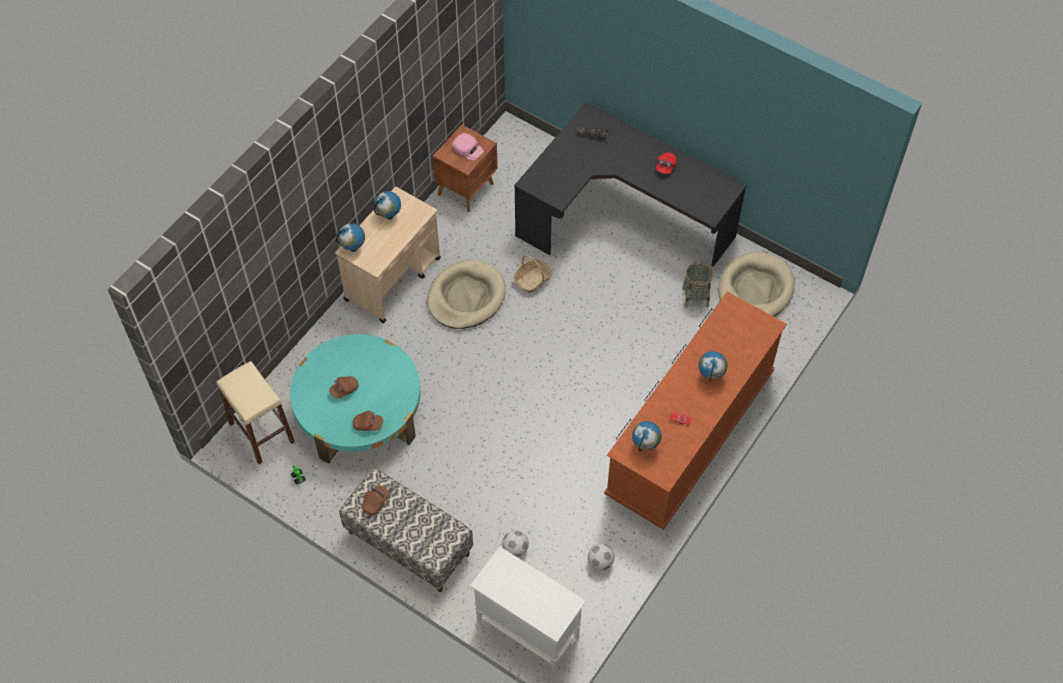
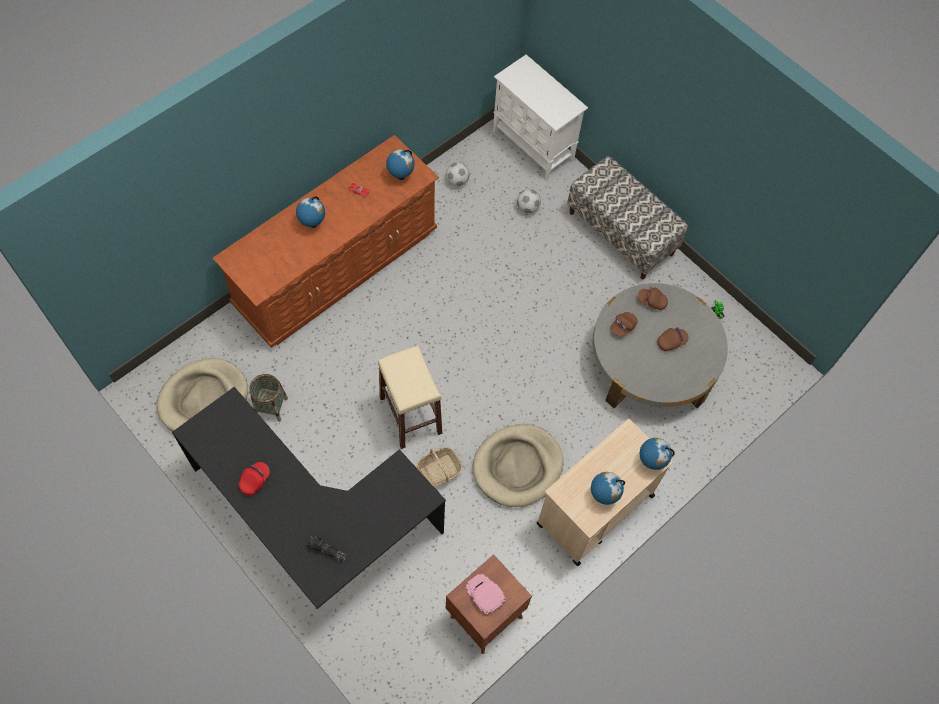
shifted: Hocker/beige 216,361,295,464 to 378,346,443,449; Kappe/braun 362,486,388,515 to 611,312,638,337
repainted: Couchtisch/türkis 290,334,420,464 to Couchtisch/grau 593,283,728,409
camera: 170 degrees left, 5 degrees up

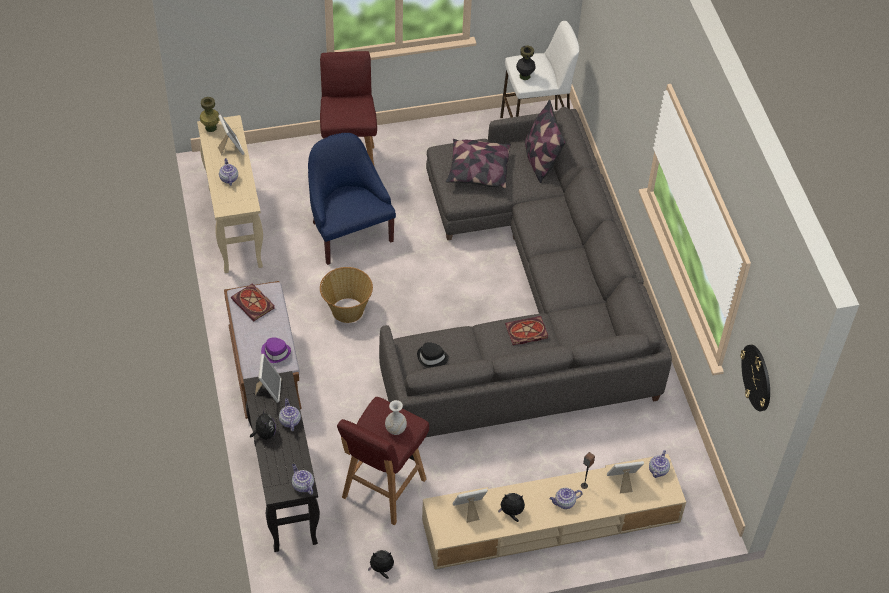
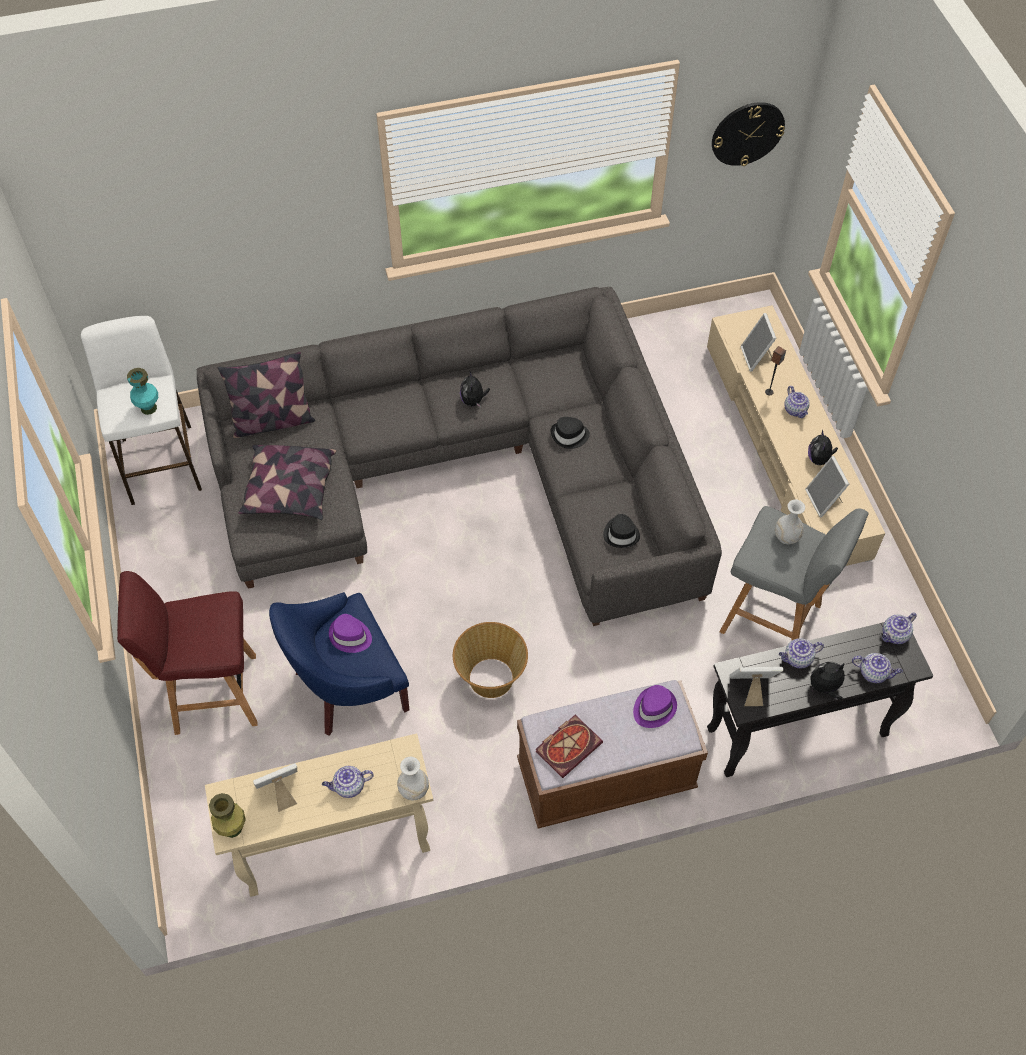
new: Hut/lila 329,614,372,653; Vase/weiß 397,757,429,801
shifted: Plüschtier 368,550,394,579 to 460,370,490,408; Teekanne 649,450,670,478 to 852,653,903,683
swapped: Buch 505,316,548,345 to Hut/schwarz 551,417,590,449
repainted: Hocker/rot 337,397,429,525 to Hocker/grau 720,506,869,641; Vase/schwarz 516,46,536,80 to Vase/türkis 127,368,158,415
camera: 90 degrees left, 5 degrees up

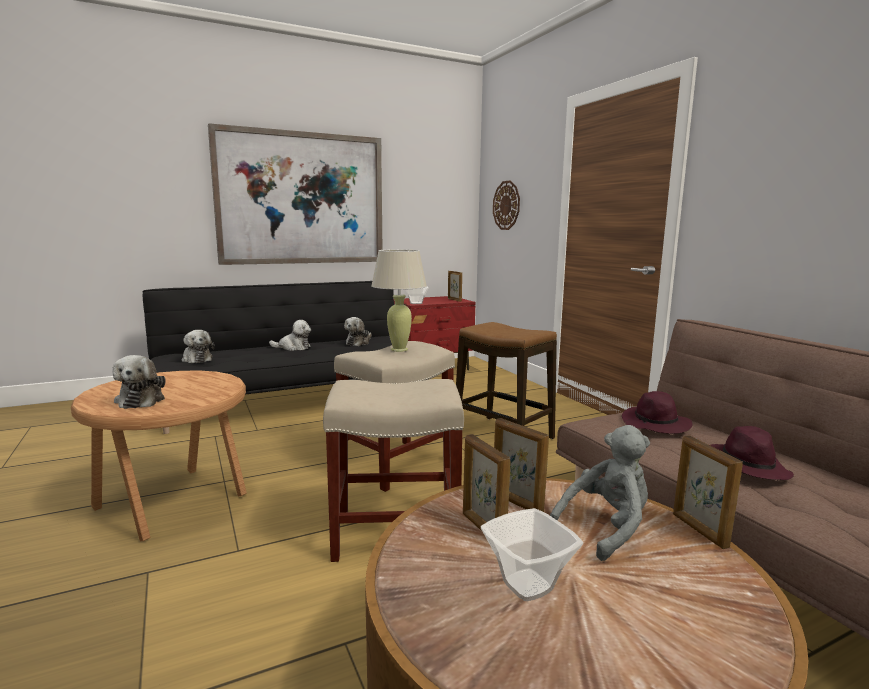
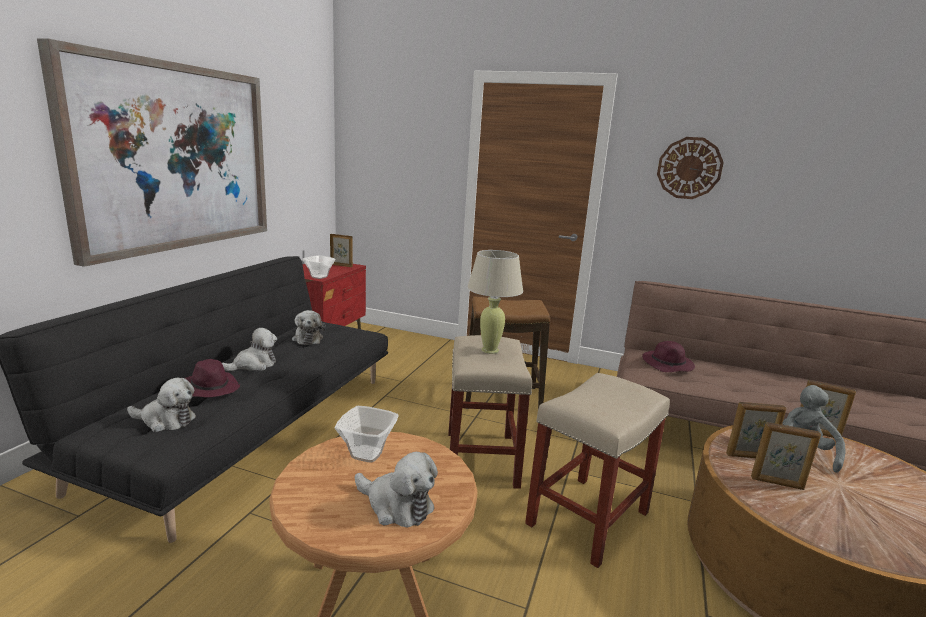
shifted: Schüssel 481,508,583,601 to 335,406,399,463; Wanduhr 493,180,520,230 to 657,137,724,199; Hut/lila 710,426,794,480 to 185,359,240,397
camera: 45 degrees left, 5 degrees up

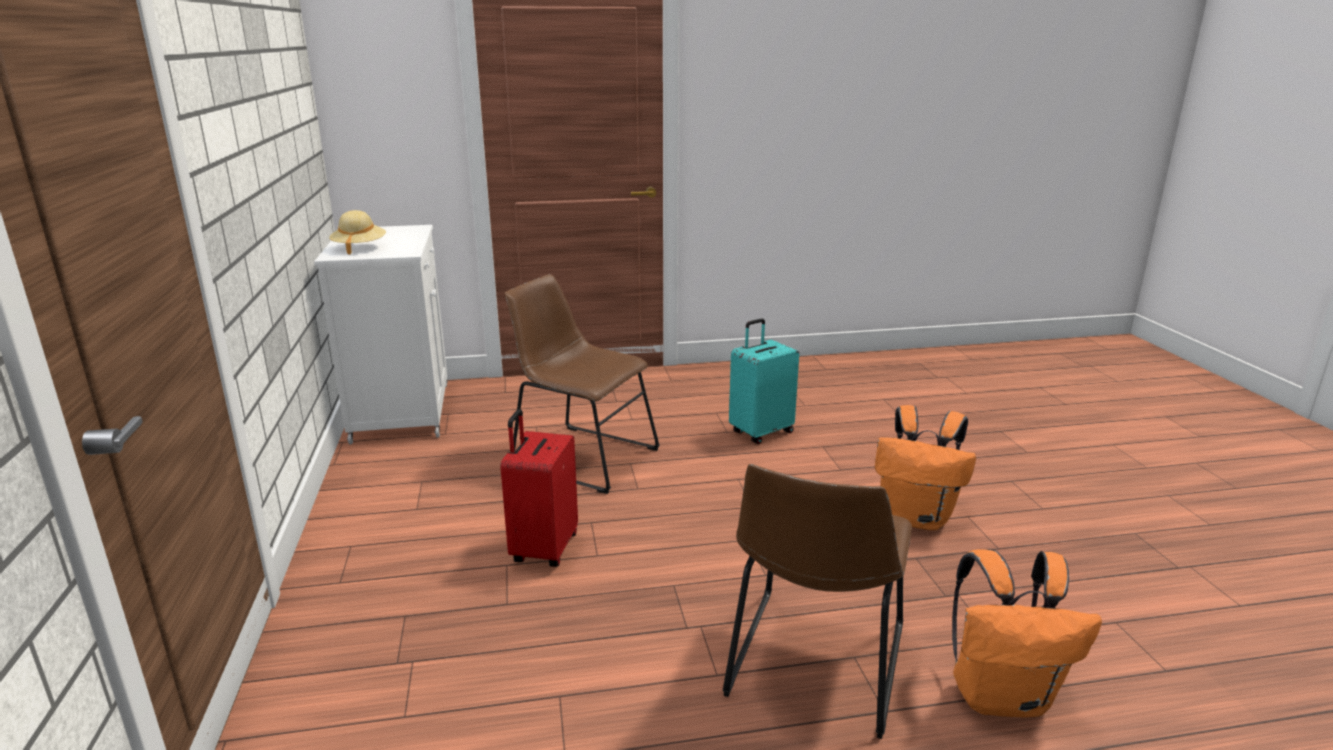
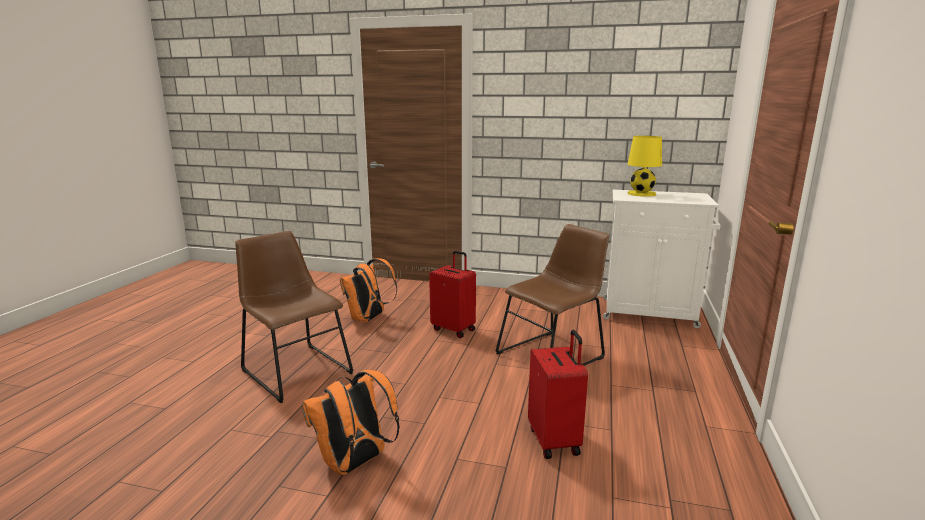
shifted: Rucksack/orange 952,549,1102,717 to 340,258,397,322
swapped: Hut/beige 329,210,386,255 to Tischlampe/gelb 627,136,662,197
repainted: Koffer/türkis 729,318,799,444 to Koffer/rot 528,330,588,459
camera: 115 degrees right, 5 degrees down

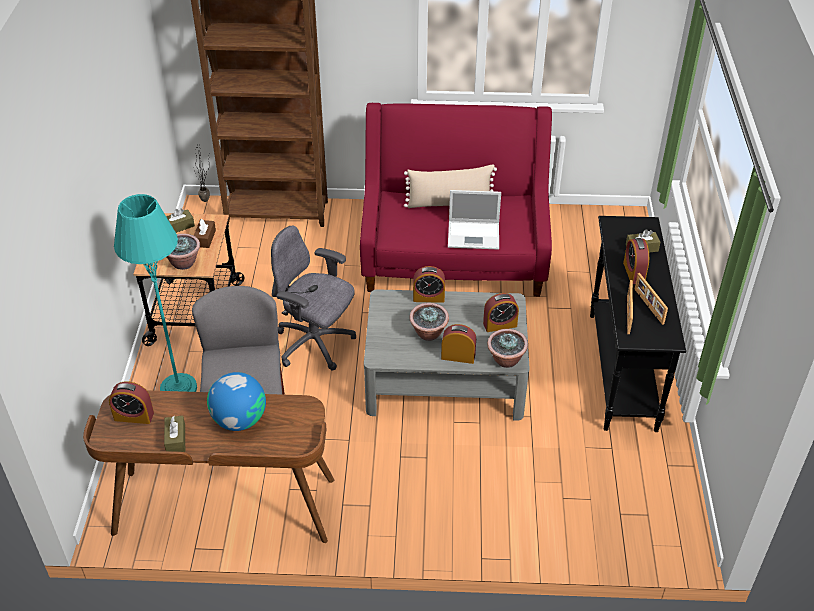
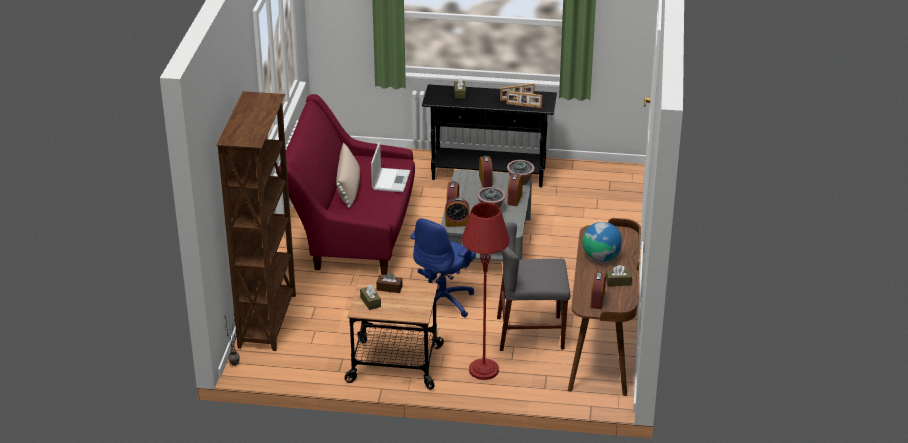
gone: Topfpflanze 166,233,200,270
shifted: Wecker 623,238,649,284 to 445,197,469,226
repainted: Stehlampe/türkis 114,194,197,392 to Stehlampe/rot 462,202,510,380; Bürostuhl/grau 271,225,356,371 to Bürostuhl/blau 410,218,476,318
camera: 85 degrees left, 10 degrees down

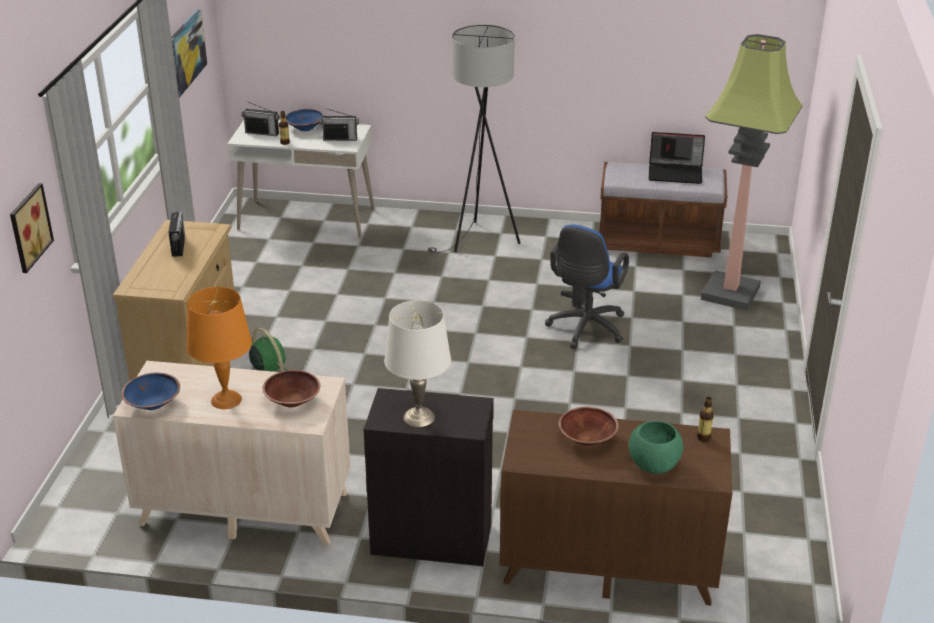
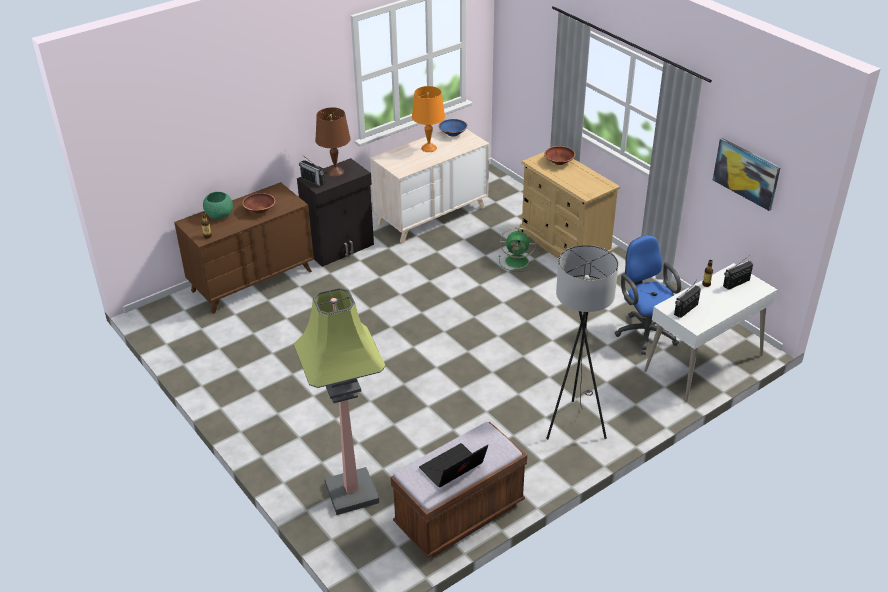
gone: Bild 10,183,54,273; Schüssel/blau 285,109,325,131
shifted: Radio 168,212,185,257 to 299,156,325,187; Schüssel/braun 262,370,320,408 to 544,146,575,165; Bürostuhl/blau 545,224,629,349 to 615,235,681,355
repainted: Tischlampe/weiß 384,300,451,427 to Tischlampe/braun 315,107,351,176
camera: 135 degrees right, 5 degrees up

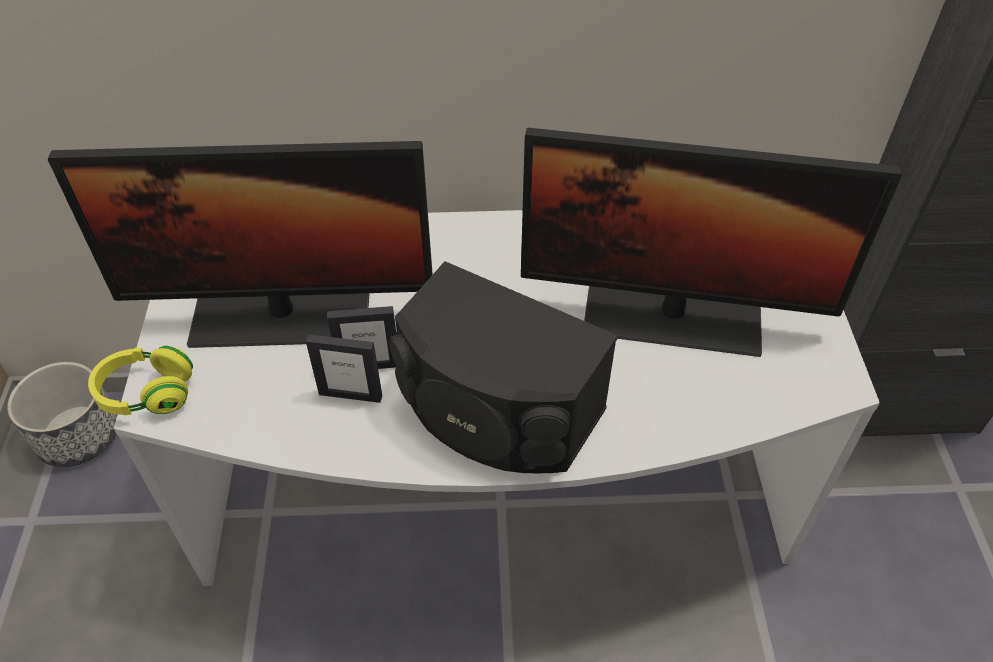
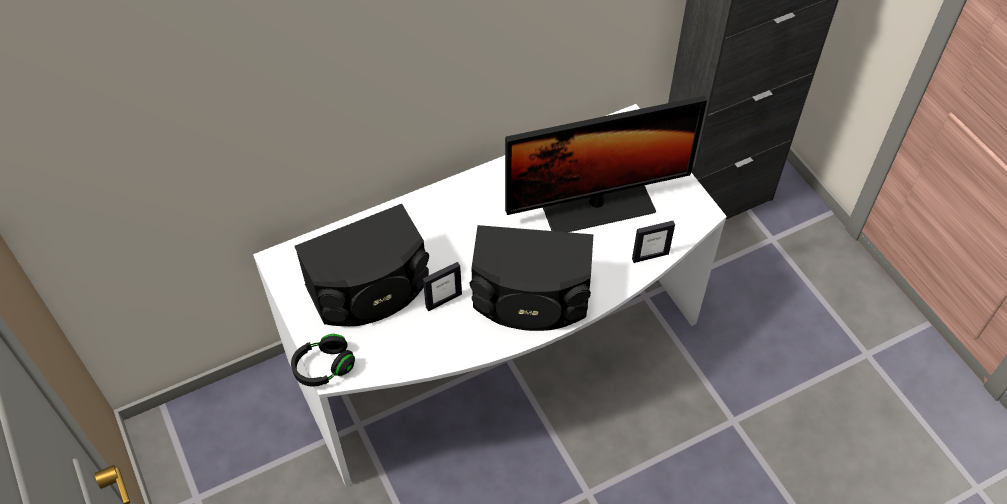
gone: Pflanzkübel 7,362,117,467
shifted: Bilderrahmen 306,334,382,403 to 632,221,675,263
swapped: Monitor 48,141,433,348 to Lautsprecher/schwarz 295,204,429,326
repainted: Kopfhörer/gelb 88,346,193,415 to Kopfhörer/schwarz 291,334,355,387
camera: 25 degrees left, 5 degrees up

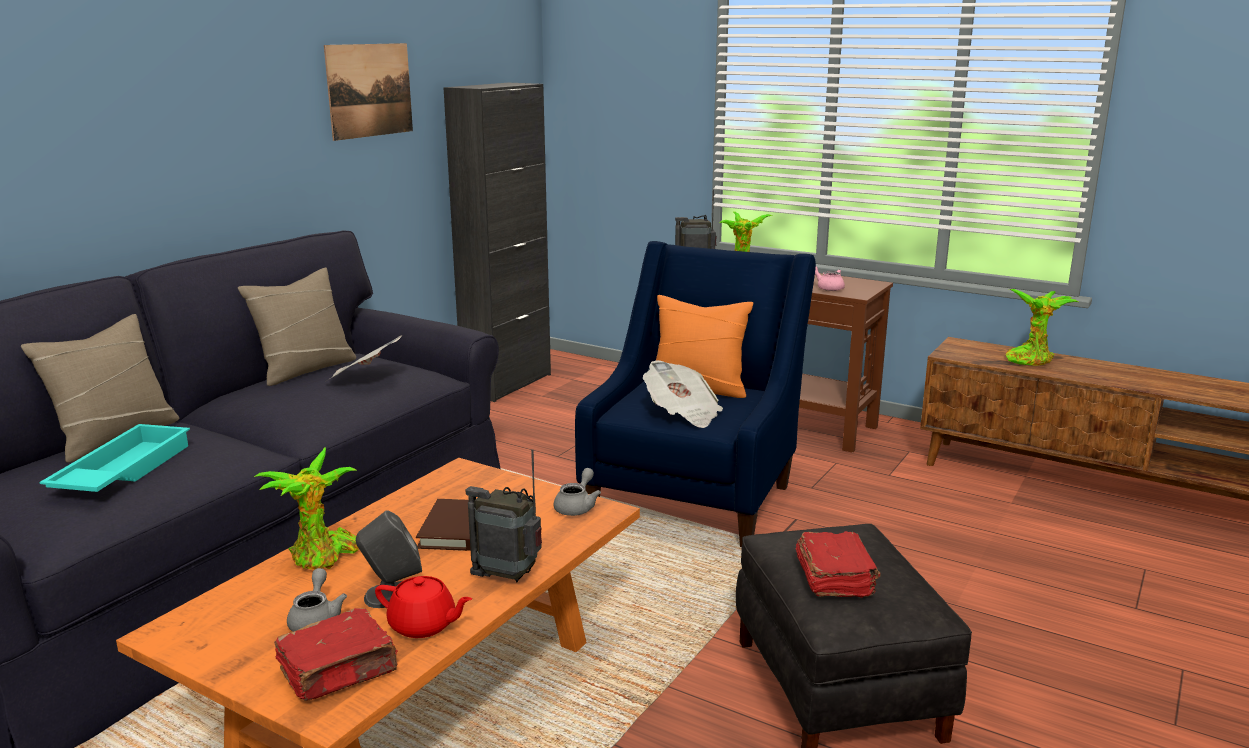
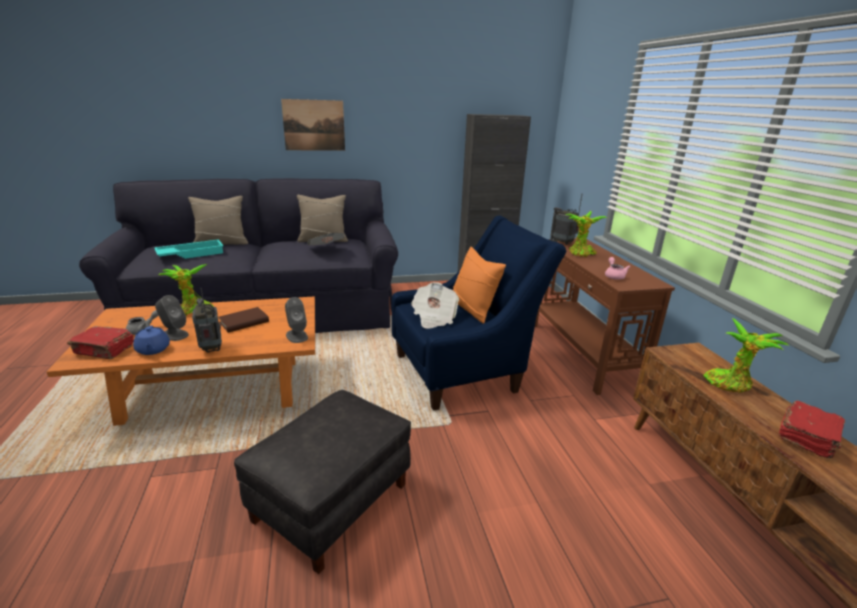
shifted: Bild 324,43,413,141 to 281,99,345,151; Buch/rot 795,531,880,598 to 779,401,845,458
swapped: Teekanne/grau 554,468,601,516 to Lautsprecher/grau 285,297,308,343
repainted: Teekanne/rot 375,576,472,638 to Teekanne/blau 133,325,170,355
camera: 45 degrees right, 5 degrees up

